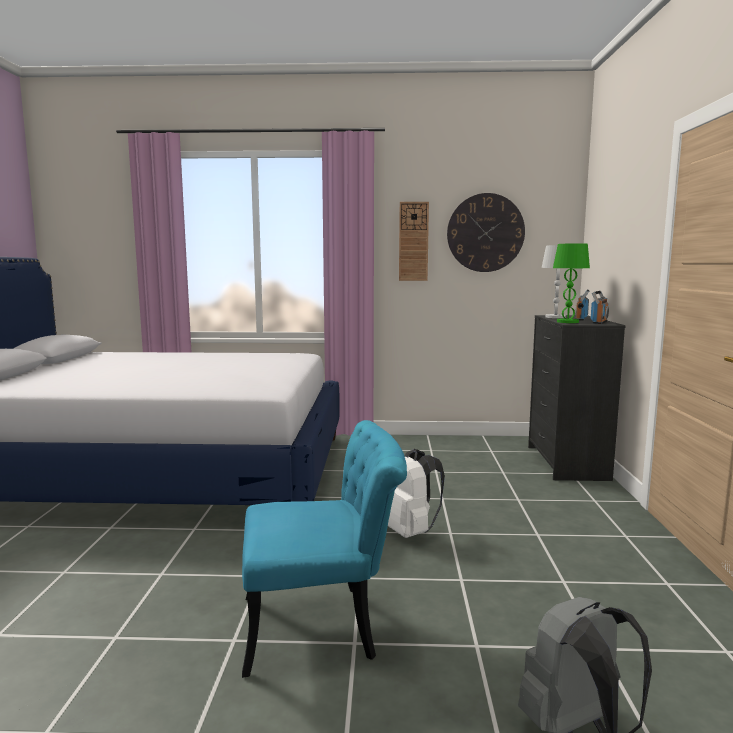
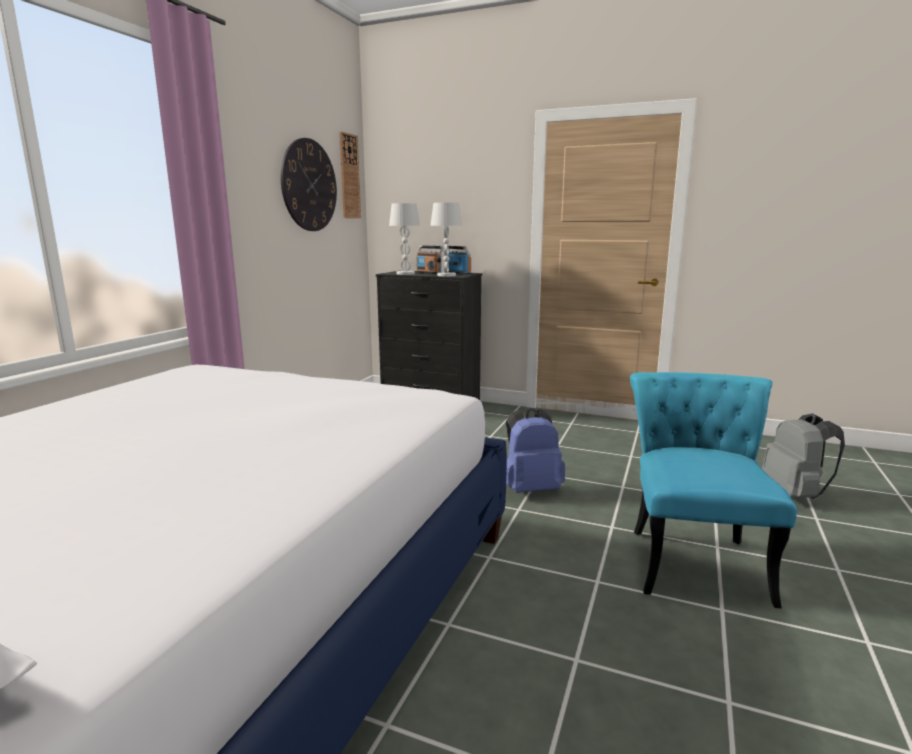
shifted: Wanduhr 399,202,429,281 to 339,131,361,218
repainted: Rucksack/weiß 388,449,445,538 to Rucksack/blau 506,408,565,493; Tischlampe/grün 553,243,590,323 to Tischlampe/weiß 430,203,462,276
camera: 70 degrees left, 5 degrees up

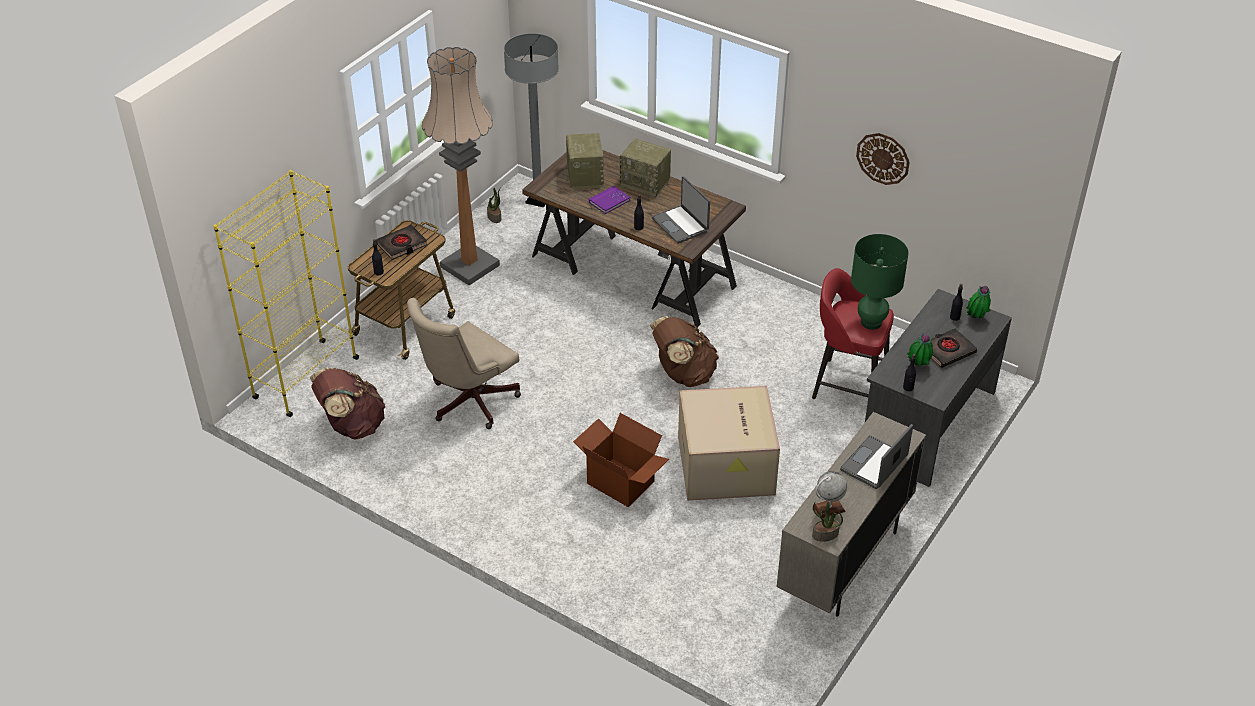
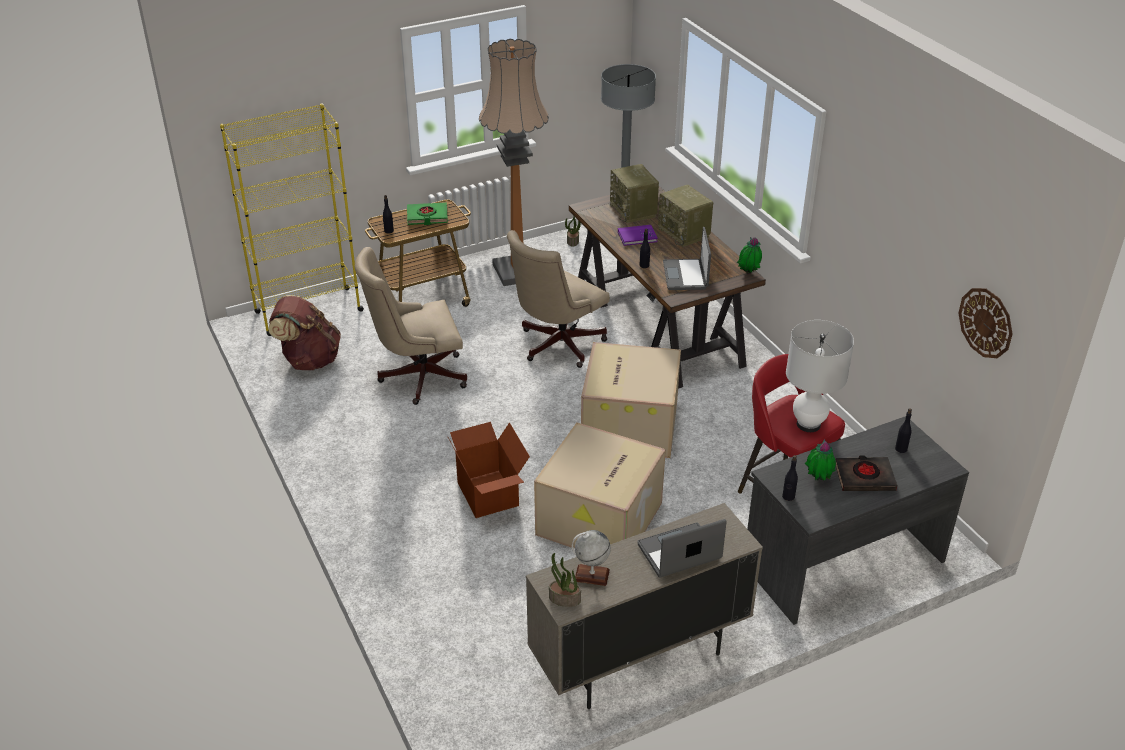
new: Bürostuhl/beige 507,230,610,368
shifted: Wanduhr 856,133,910,185 to 958,288,1013,358; Topfpflanze 966,286,991,318 to 737,237,762,273
swapped: Rucksack/braun 650,316,719,387 to Karton 581,342,681,458
repainted: Buch/schwarz 376,225,428,260 to Buch/grün 407,202,448,225; Tischlampe/grün 851,234,908,330 to Tischlampe/weiß 786,320,854,432
rotated: Radio 566,133,604,189 = 610,164,659,223 135 degrees clockwise
camera: 30 degrees right, 5 degrees down

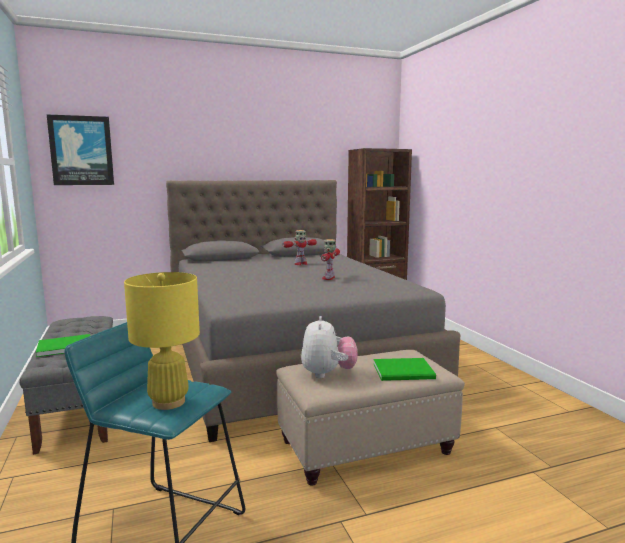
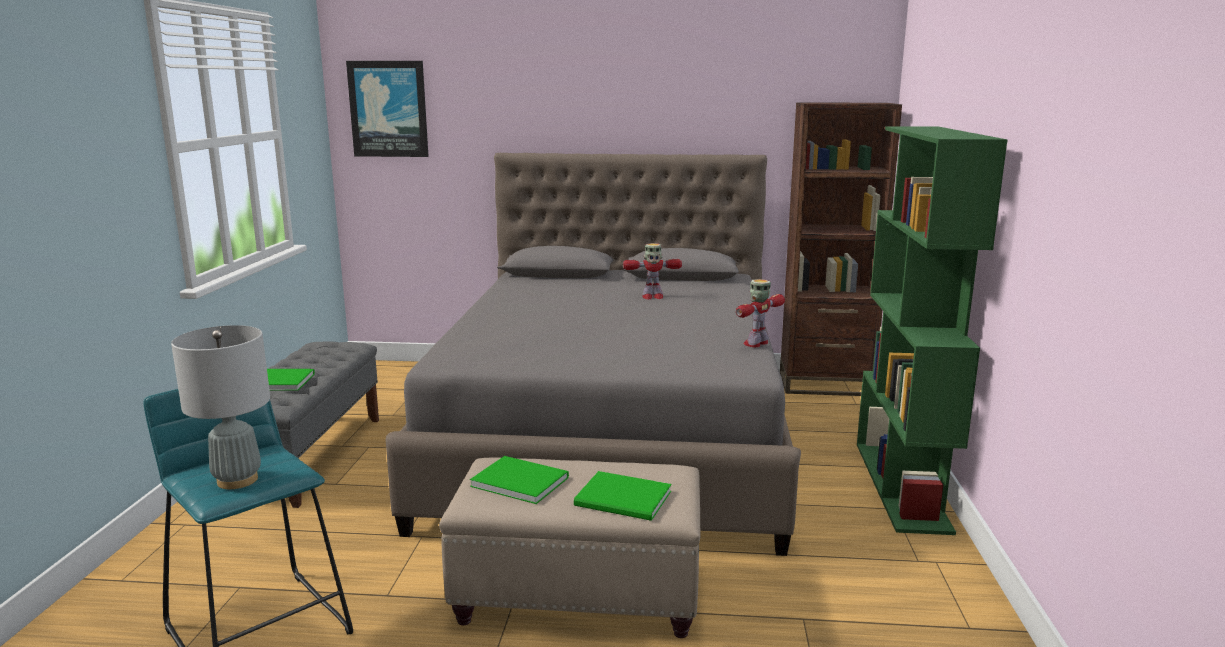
new: Bücherregal/grün 857,126,1008,535
shifted: Spielzeugroboter 321,239,340,280 to 736,279,785,347
swapped: Plüschtier 301,316,358,379 to Buch/grün 470,456,569,504
repainted: Tischlampe/gelb 124,272,200,410 to Tischlampe/grau 171,325,270,489
camera: 25 degrees right, 5 degrees up

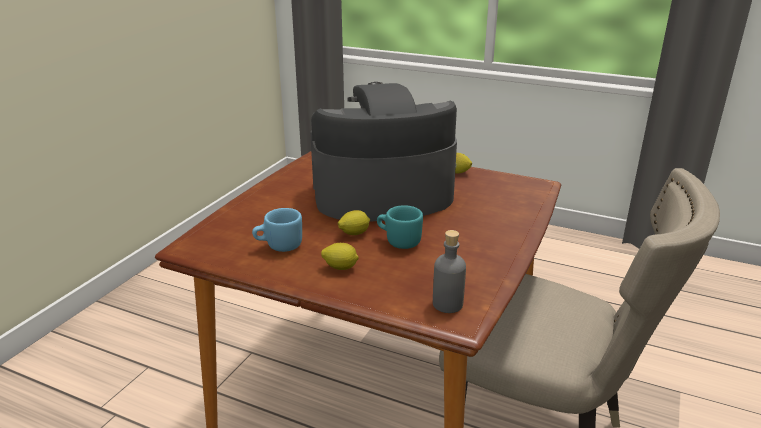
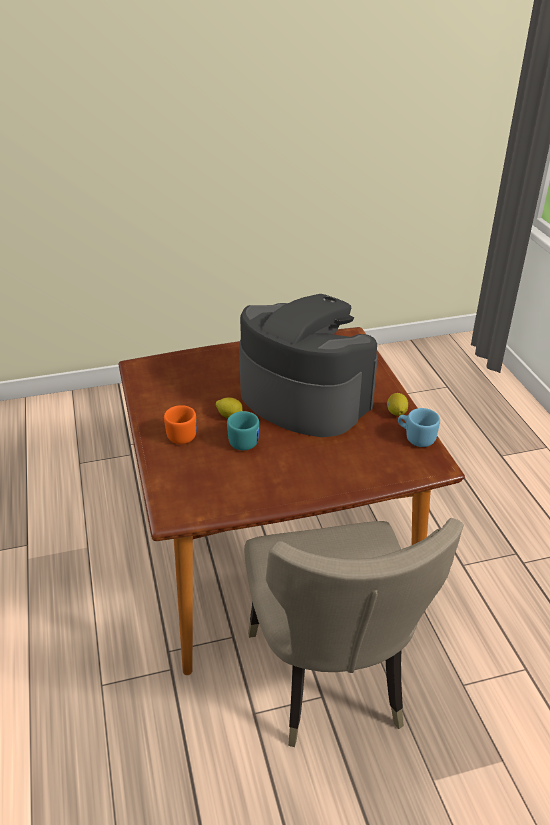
gone: Flasche/grau 433,230,466,313
shifted: Henkelbecher/blau 252,208,302,252 to 398,408,440,447
swapped: Zitrone 321,243,359,270 to Henkelbecher/orange 164,405,196,444
camera: 50 degrees right, 10 degrees up

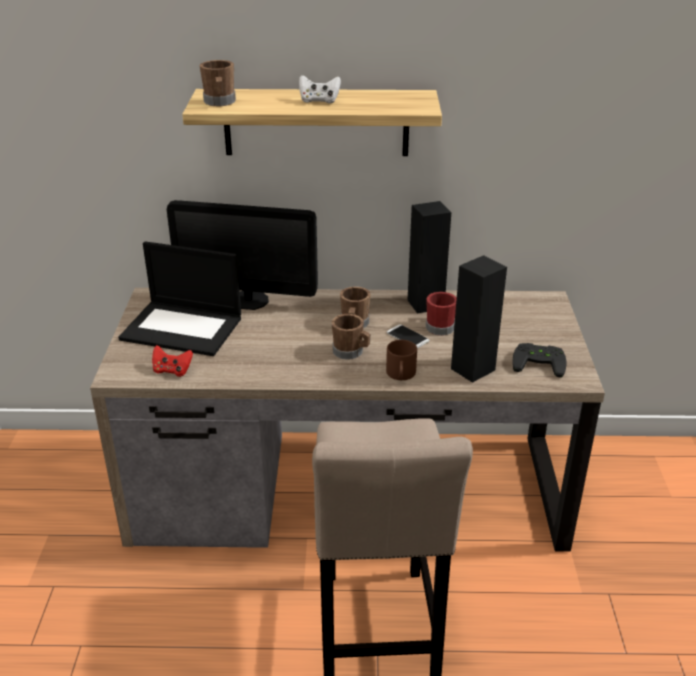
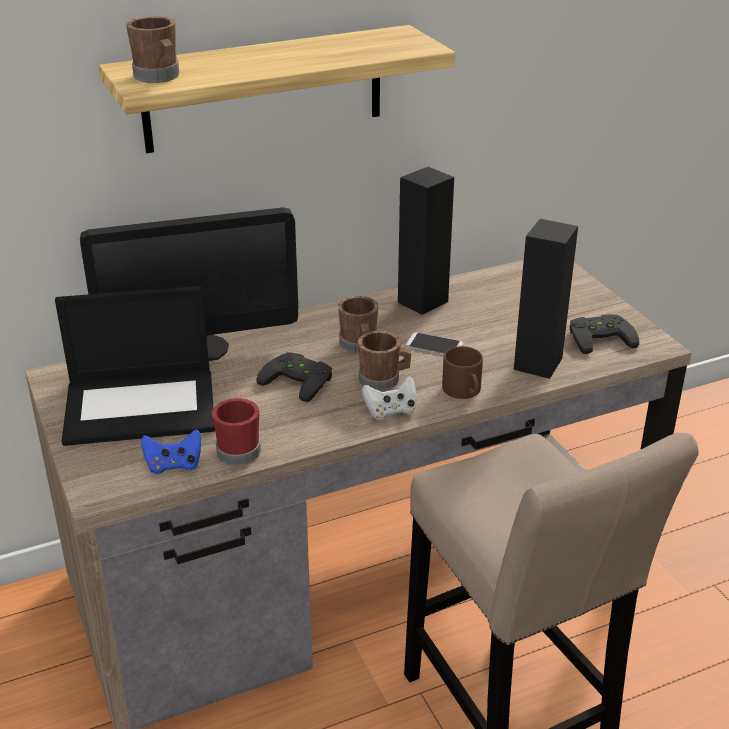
new: Gamepad/schwarz 257,352,332,402
shifted: Gamepad/weiß 299,75,341,103 to 362,376,416,420; Henkelbecher/rot 426,292,457,336 to 212,398,261,466
repainted: Gamepad/rot 152,345,193,377 to Gamepad/blau 141,429,201,474
camera: 25 degrees left, 0 degrees up

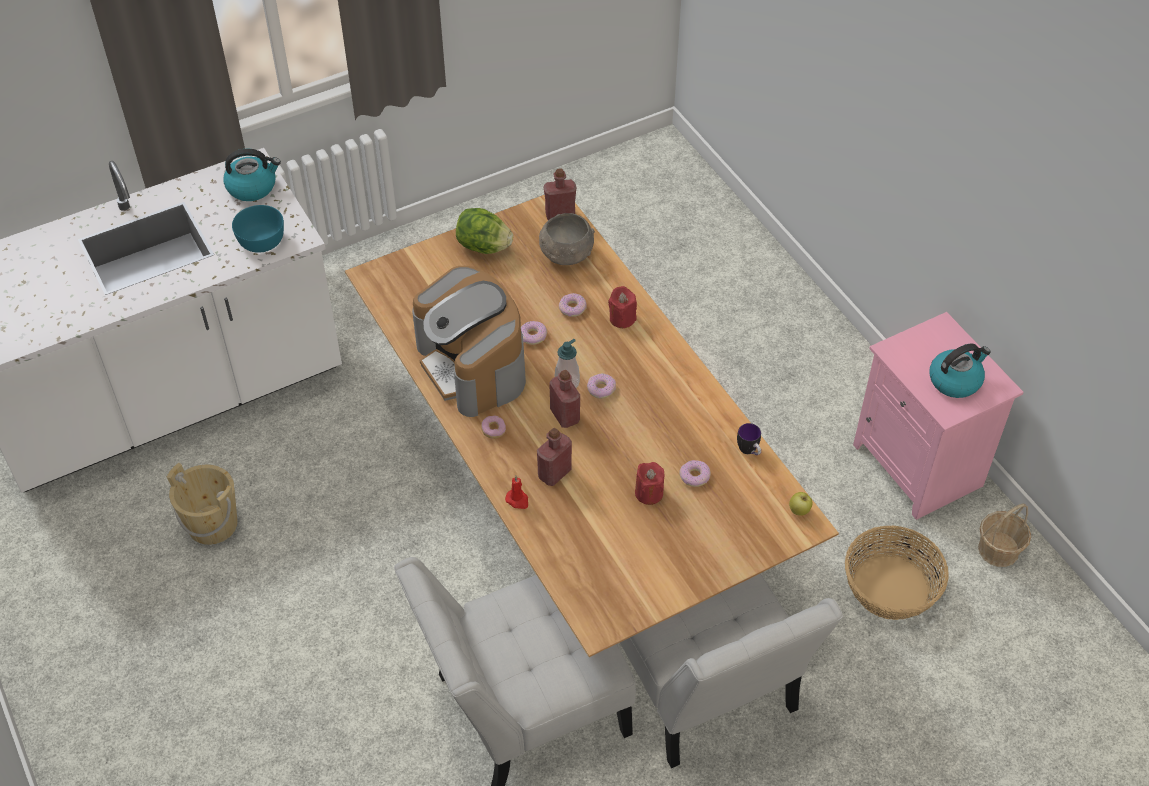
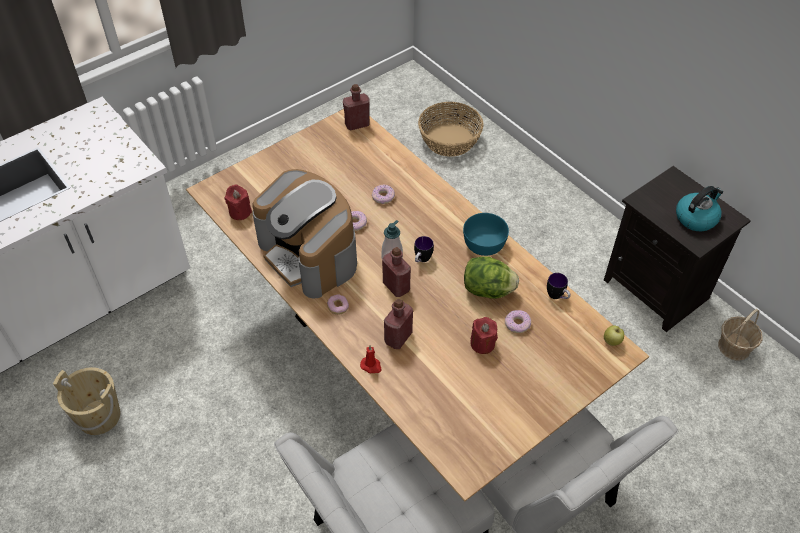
gone: Wasserkessel 223,149,281,201; Schüssel/grau 539,213,595,265
shifted: Schüssel/türkis 232,205,284,253 to 463,213,509,256; Salatkopf 456,208,513,254 to 464,256,519,299; Kerze/rot 608,286,637,328 to 225,184,252,220; Korb 845,525,949,620 to 418,102,484,157
swapped: Donut 587,374,616,399 to Henkelbecher 414,236,434,262
repainted: Nachttisch/rosa 853,312,1024,520 to Nachttisch/schwarz 604,166,751,332
camera: 10 degrees left, 0 degrees up

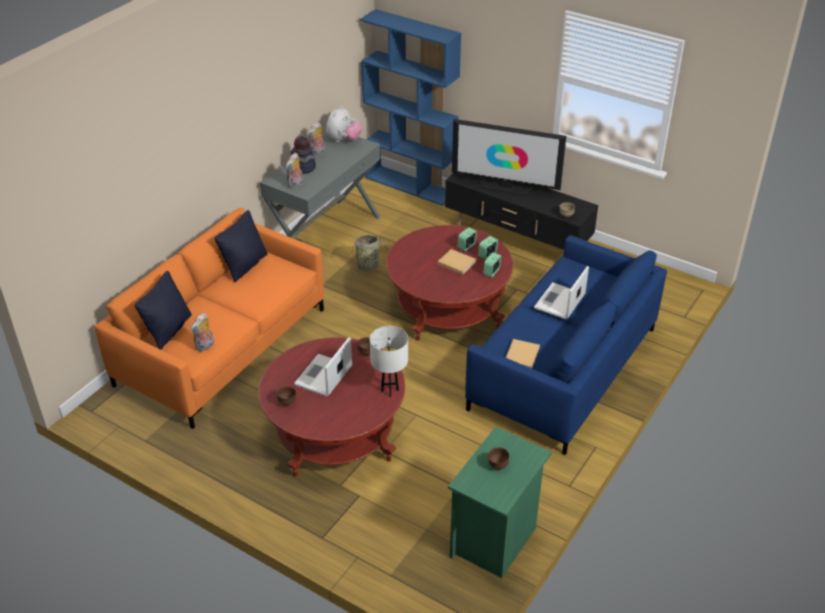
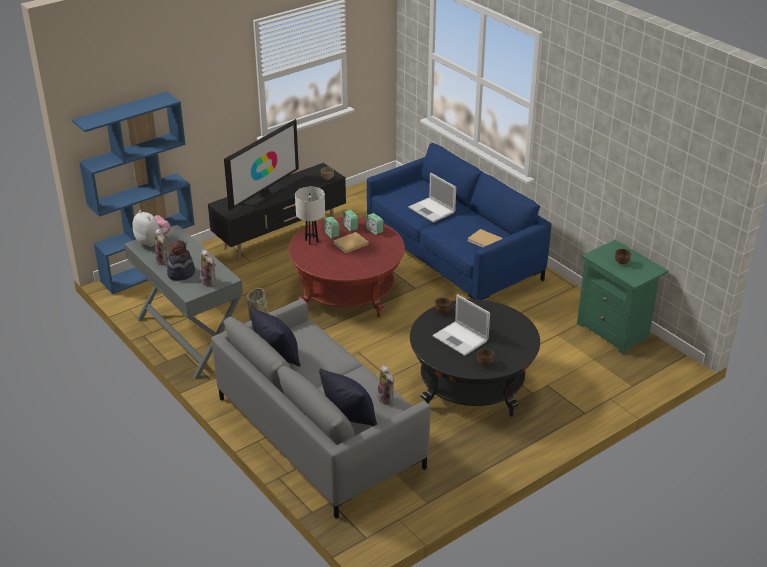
shifted: Tischlampe/weiß 370,326,408,397 to 295,187,325,245
repainted: Sofa/orange 94,208,324,429 to Sofa/grau 211,299,430,518; Couchtisch/rot 258,338,405,477 to Couchtisch/schwarz 410,299,540,416
camera: 70 degrees left, 5 degrees down

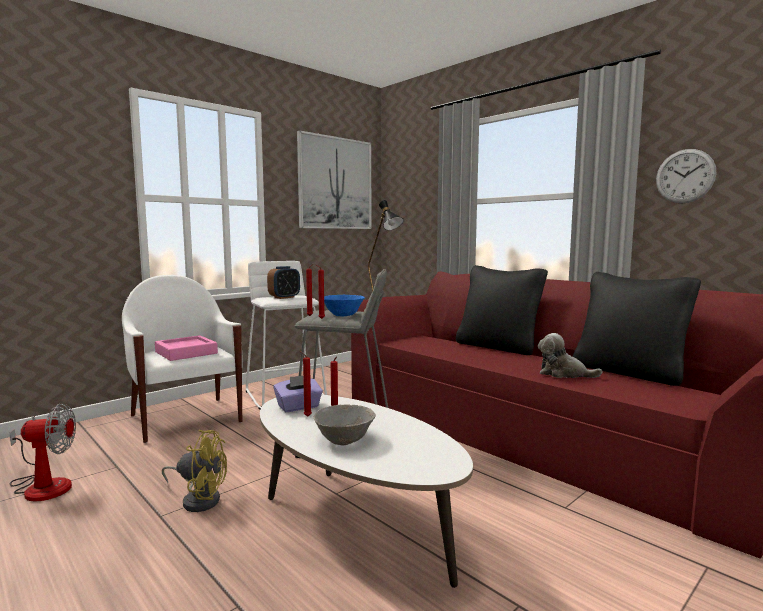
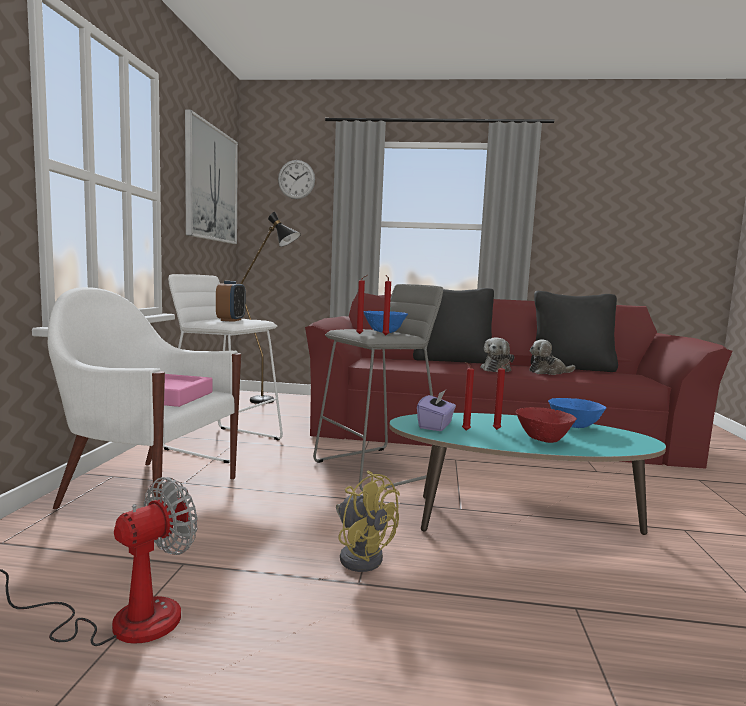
new: Plüschtier 480,337,514,372; Schüssel/blau 548,398,606,428
shifted: Wanduhr 656,149,716,203 to 278,160,315,199
repainted: Couchtisch/weiß 260,395,473,588 to Couchtisch/türkis 389,413,666,535; Schüssel/grau 314,404,376,445 to Schüssel/rot 516,407,577,443
rotated: Ventilator/gelb 162,430,227,512 = 336,471,400,572 75 degrees clockwise
camera: 40 degrees left, 0 degrees up

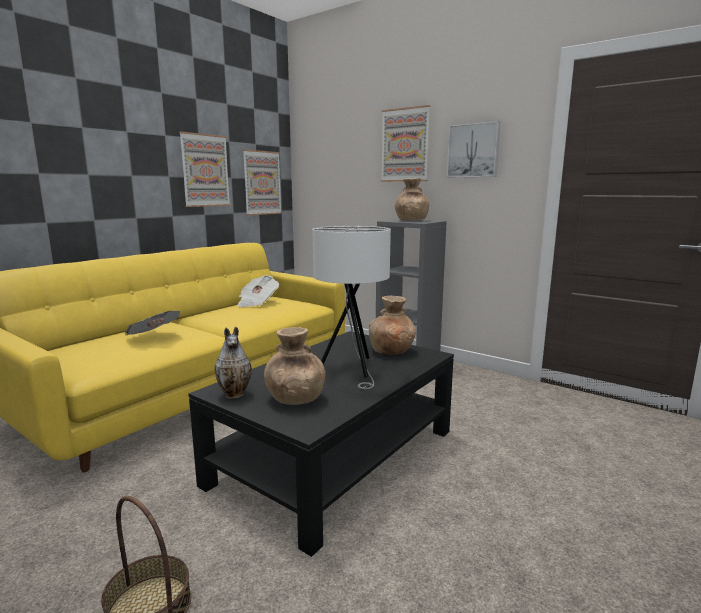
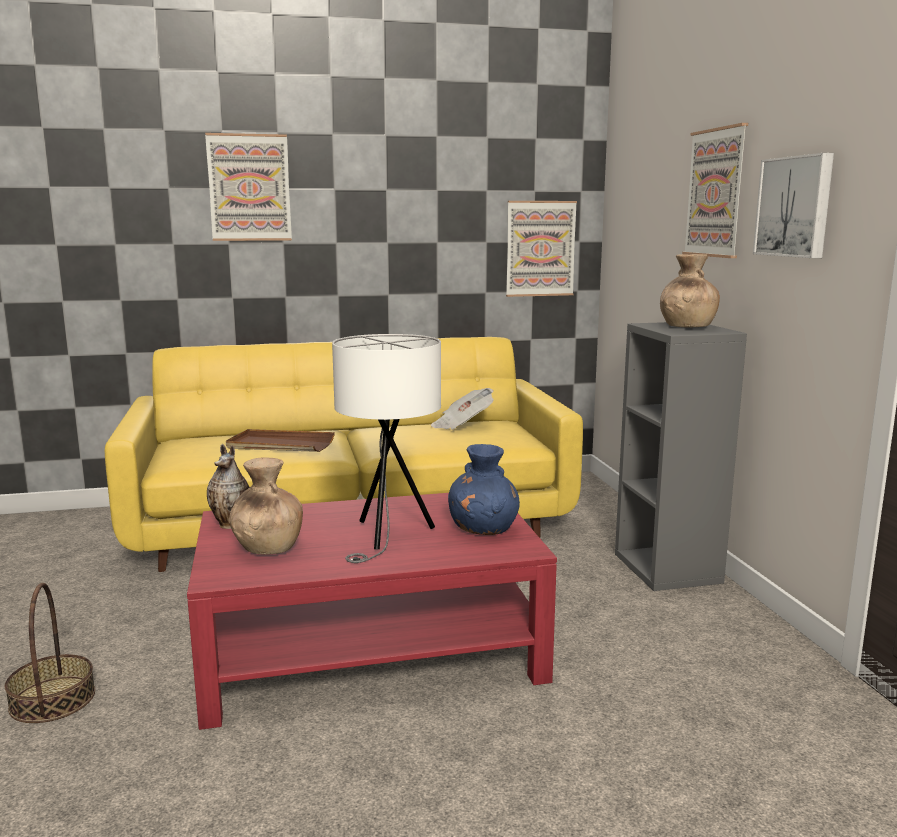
shifted: Bild 179,132,231,207 to 205,133,292,241
swapped: Zeitung 125,311,181,335 to Tablett/braun 226,429,335,452
repainted: Couchtisch/schwarz 188,331,454,557 to Couchtisch/rot 187,493,557,730; Vase/braun 369,296,416,354 to Vase/blau 448,444,520,535
camera: 40 degrees right, 0 degrees up

